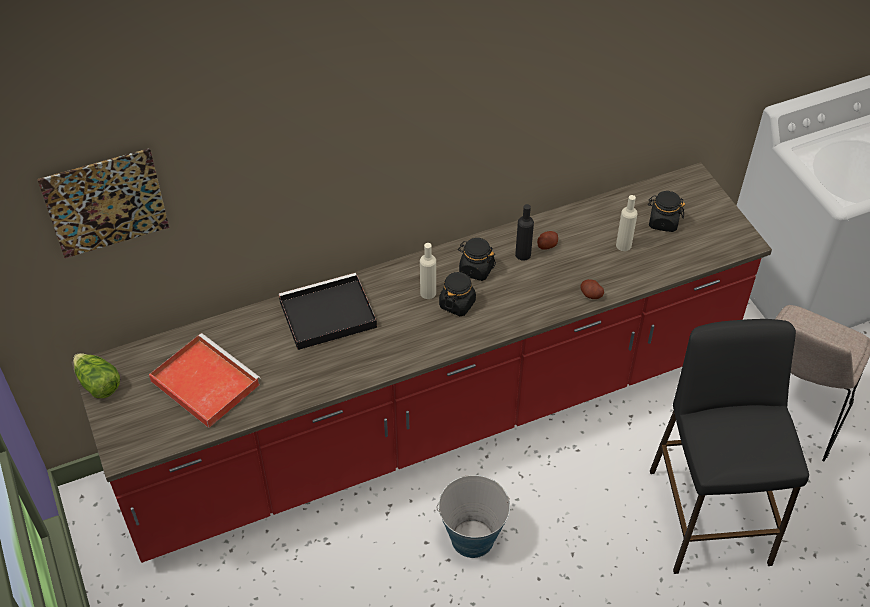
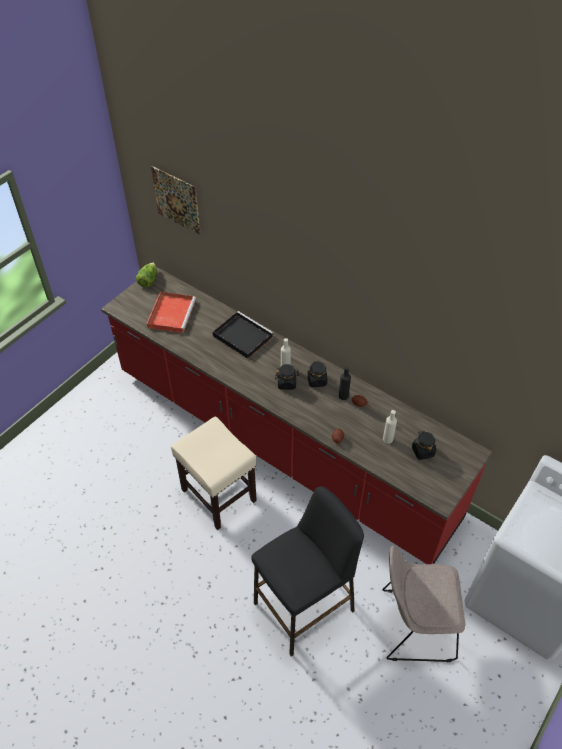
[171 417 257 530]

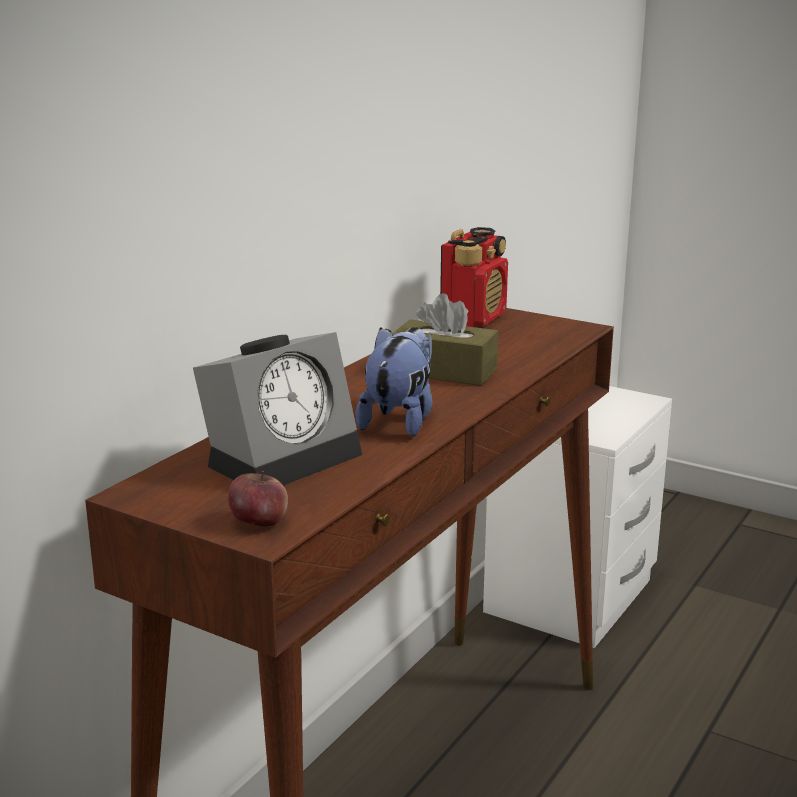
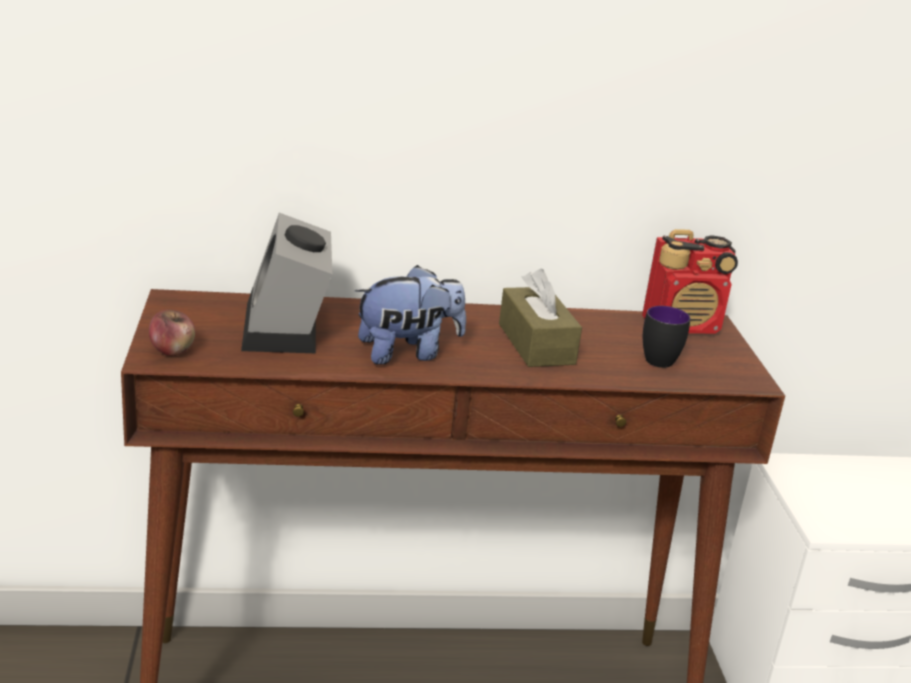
[643 306 691 368]
[241 213 332 353]

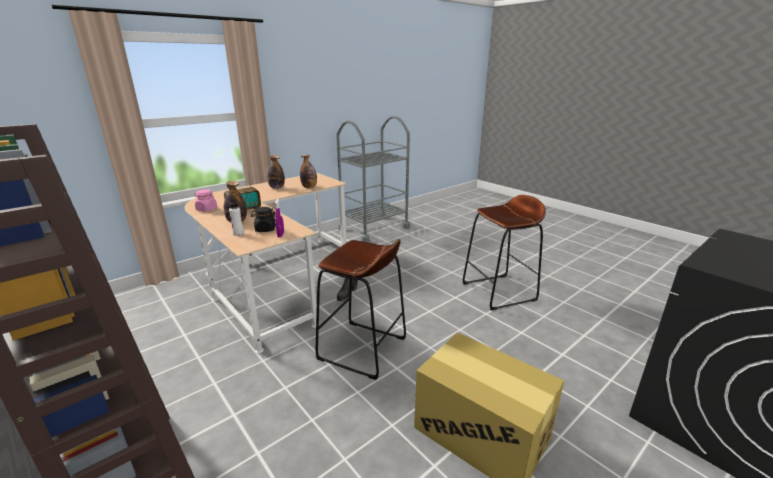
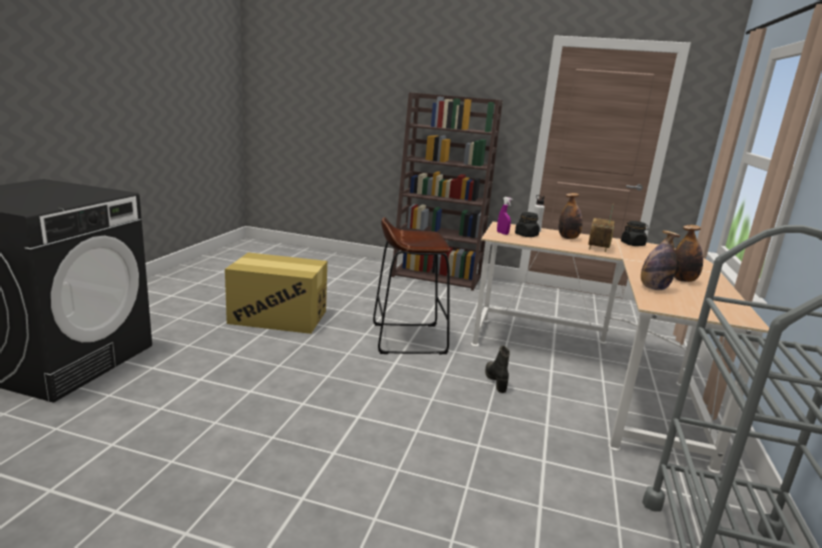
[463 195 546 310] (first image)
[621 221 649 246]

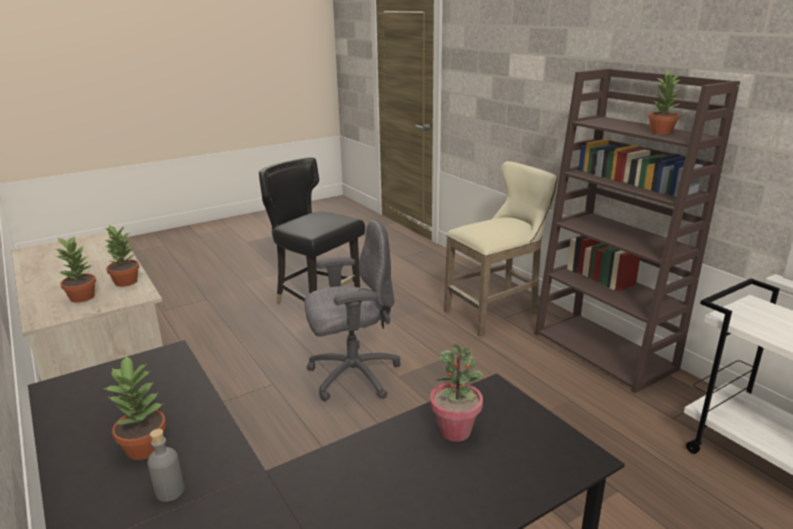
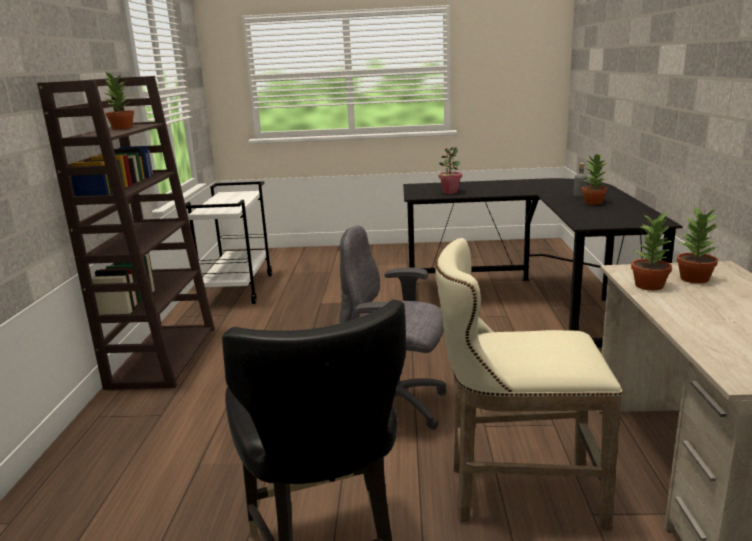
[435 238 623 531]

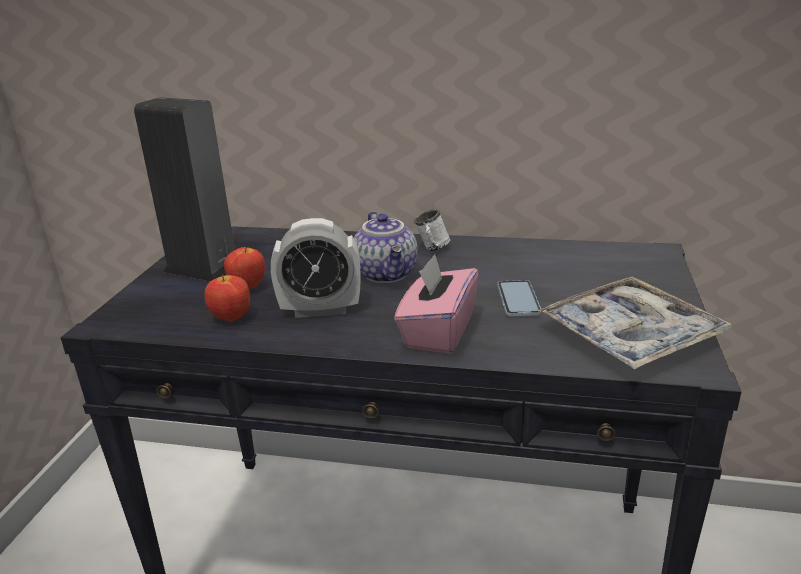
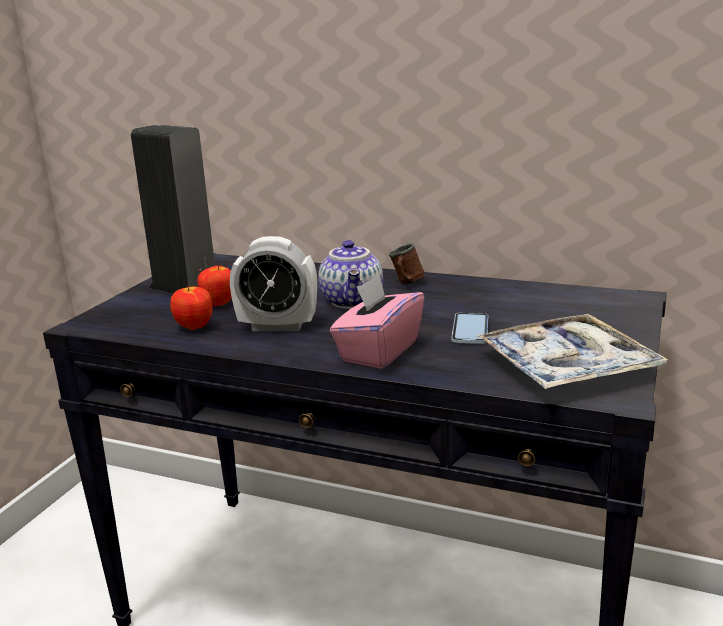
[389 243 425 284]

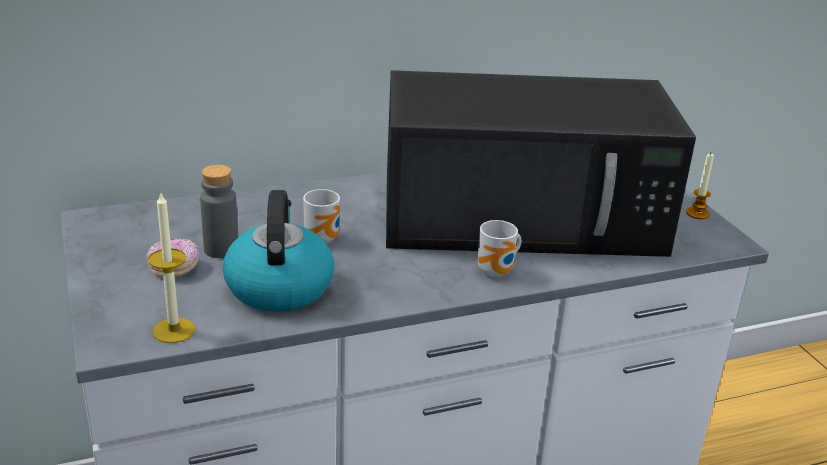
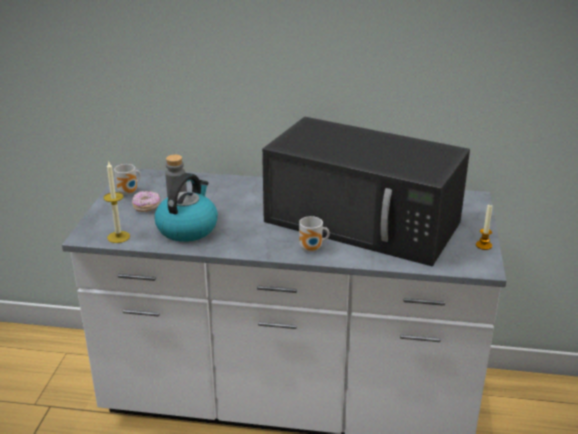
[114 164 141 195]

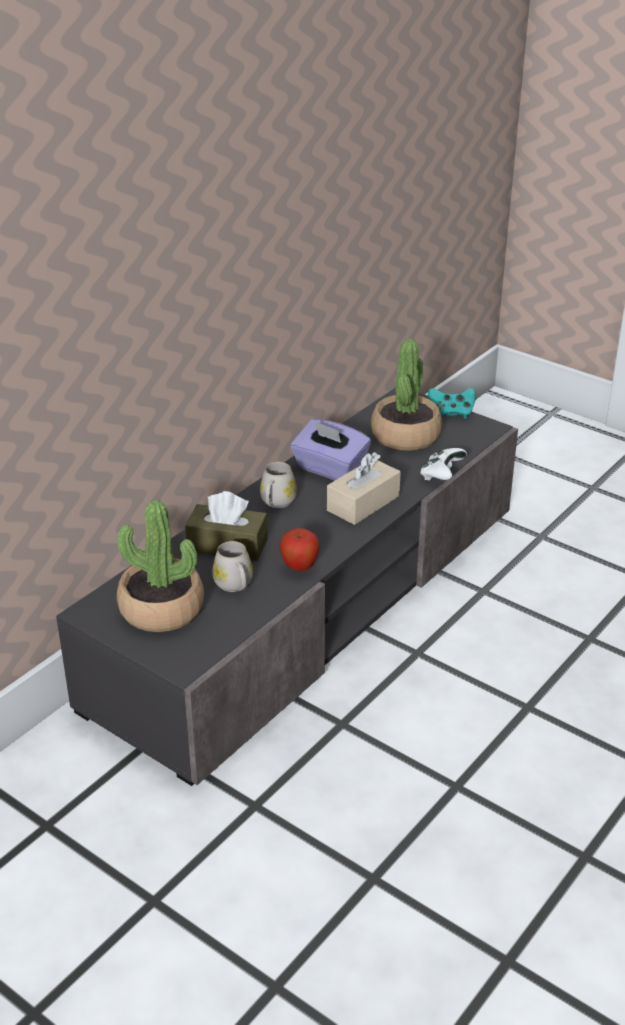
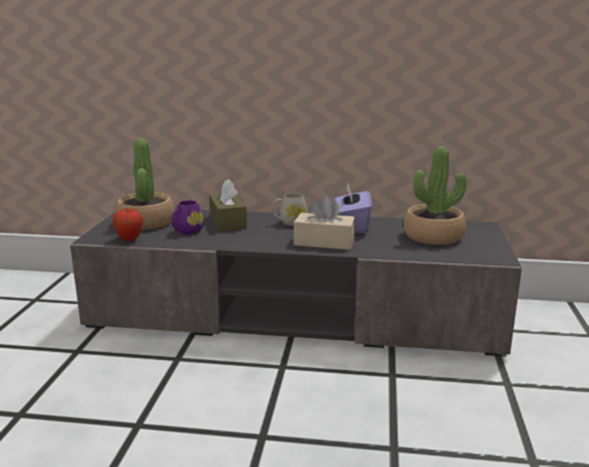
[420 448 467 481] (first image)
[428 388 476 419] (first image)
[112 209 143 241]
[171 200 204 234]

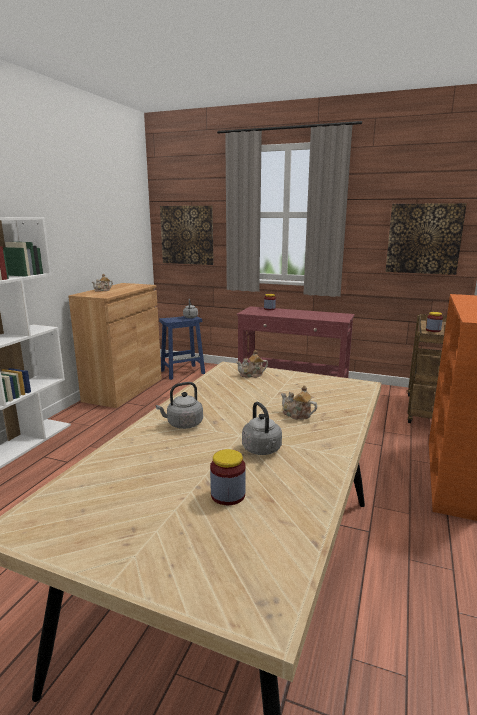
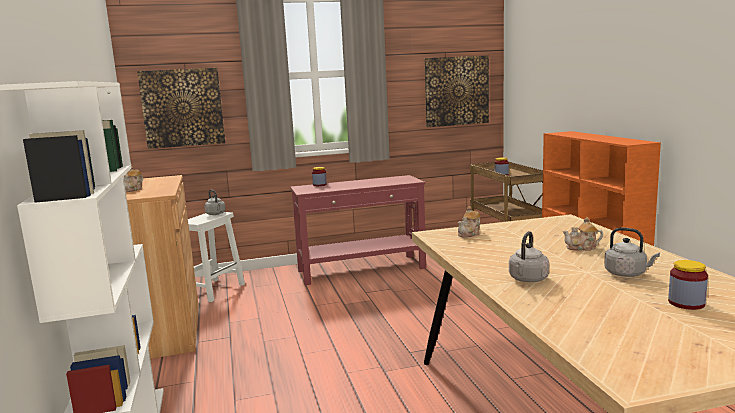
[188 212 245 302]

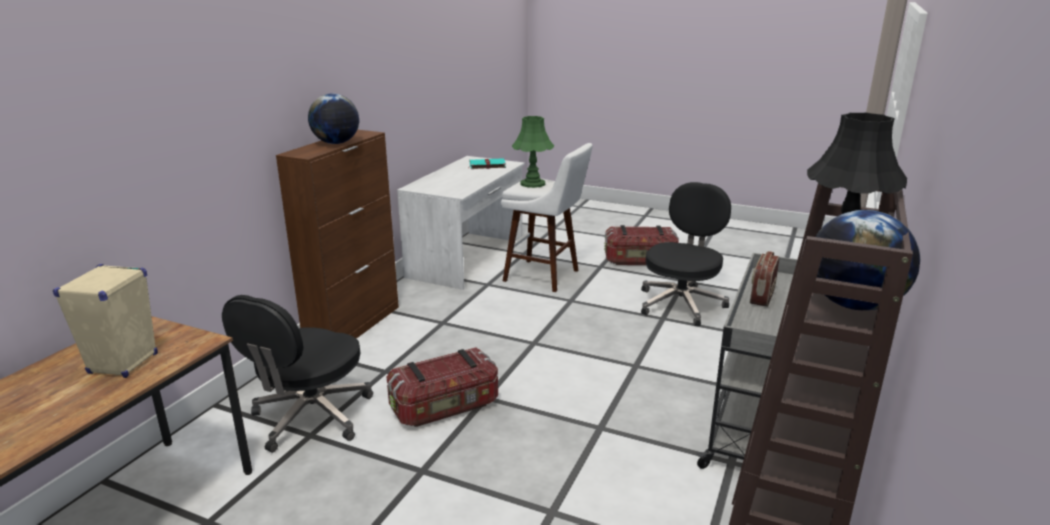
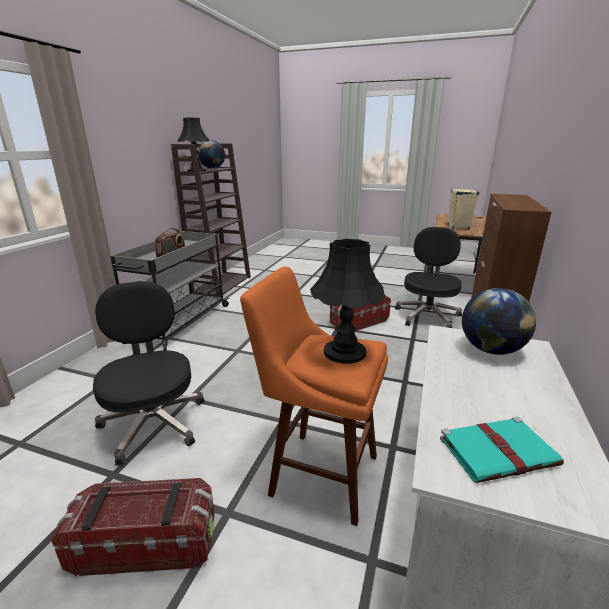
[462 288 536 355]
[240 266 388 526]
[310 239 386 364]
[93 281 205 465]

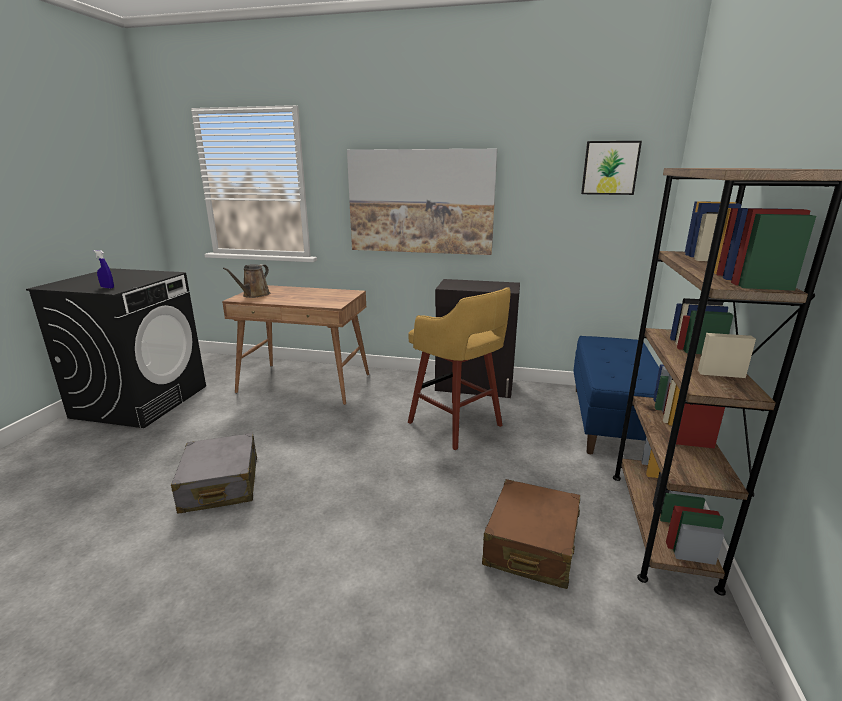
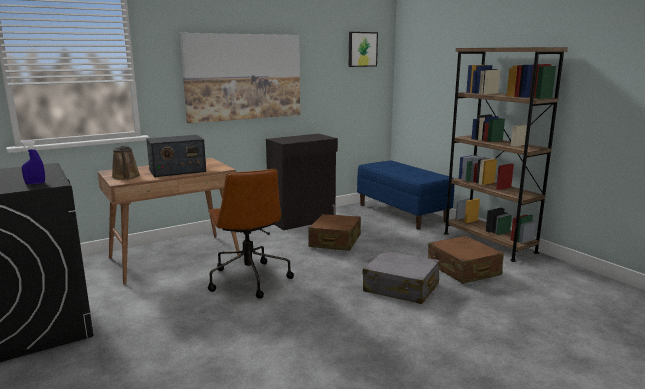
[146 135 206 177]
[208 169 294 299]
[363 251 440 304]
[308 214 361 251]

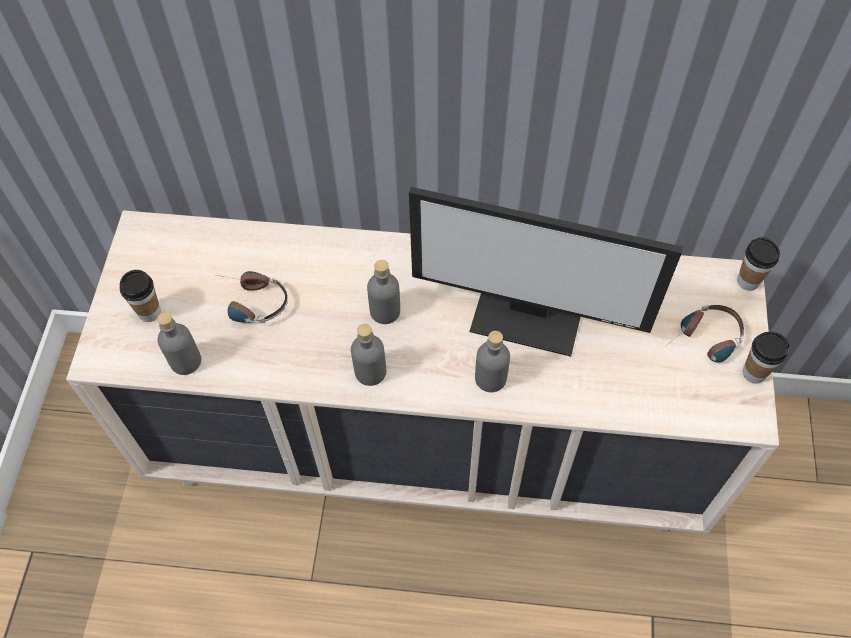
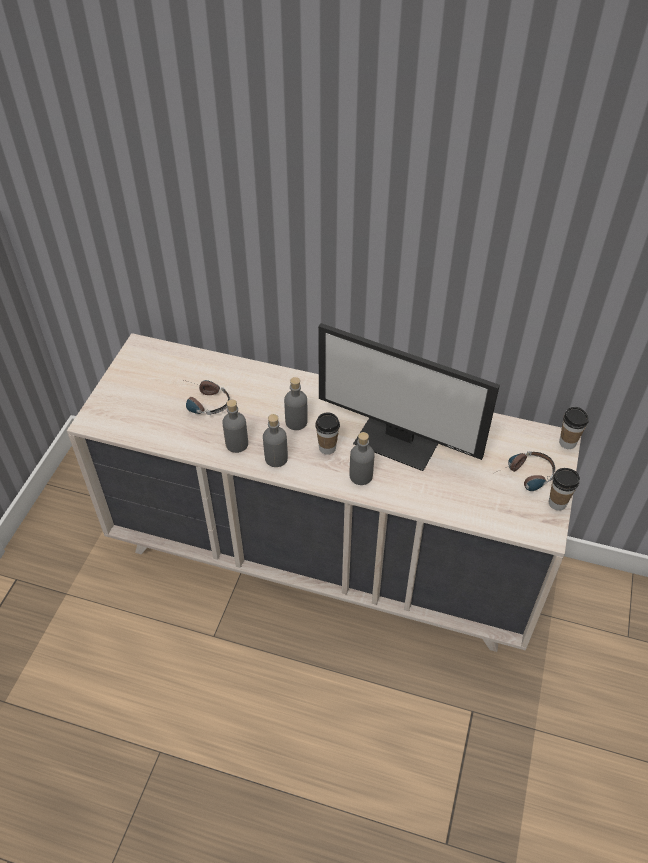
[315 412 340 455]
[222 399 248 453]

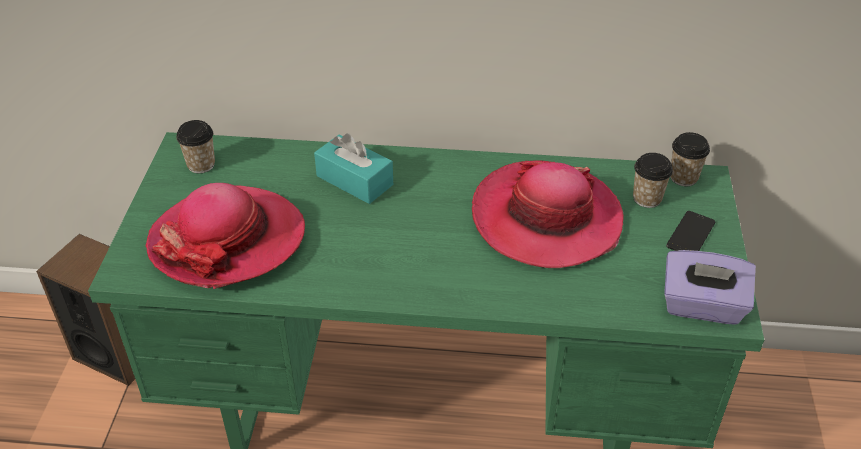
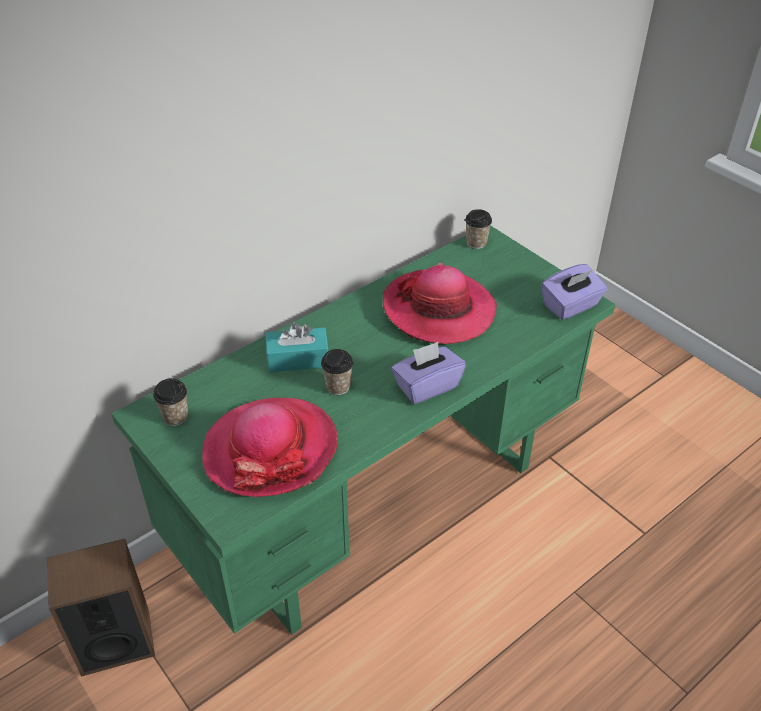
[666 211 715 251] (first image)
[391 342 466 404]
[321 349 353 395]

